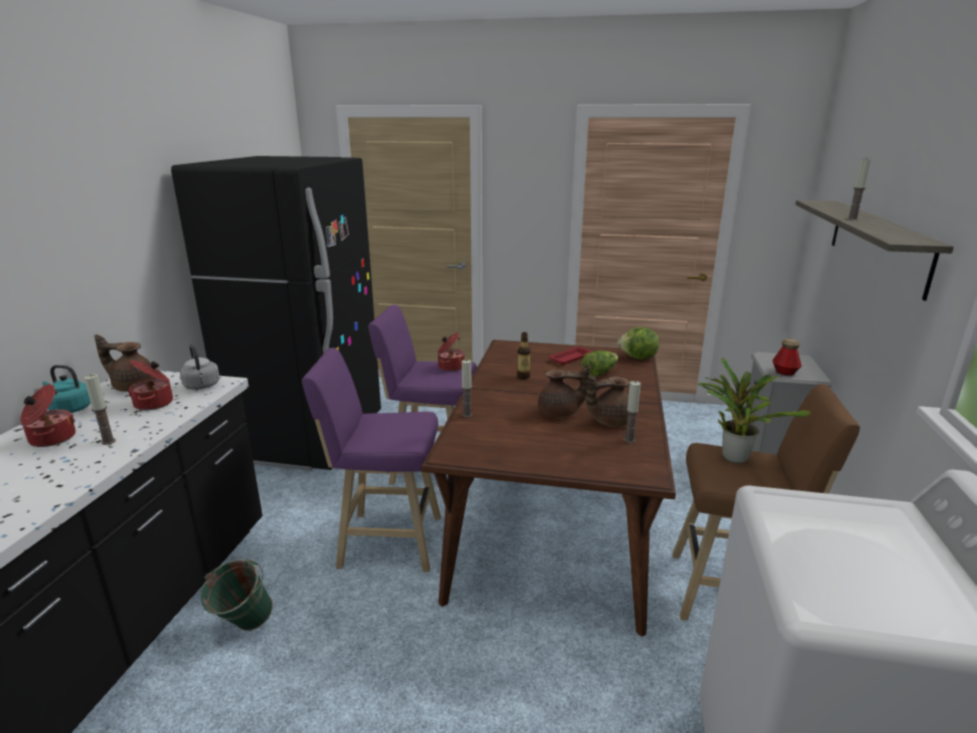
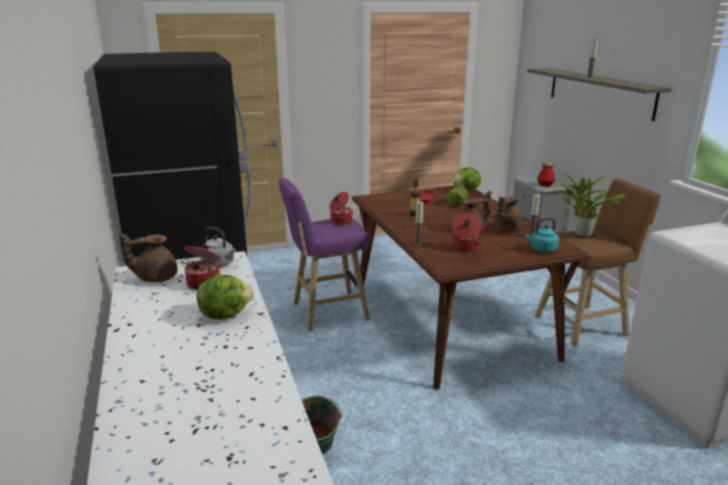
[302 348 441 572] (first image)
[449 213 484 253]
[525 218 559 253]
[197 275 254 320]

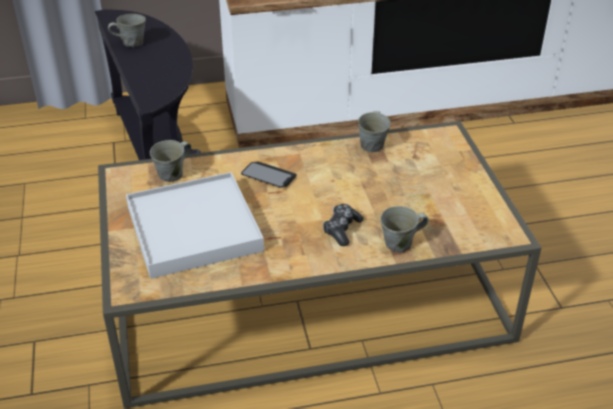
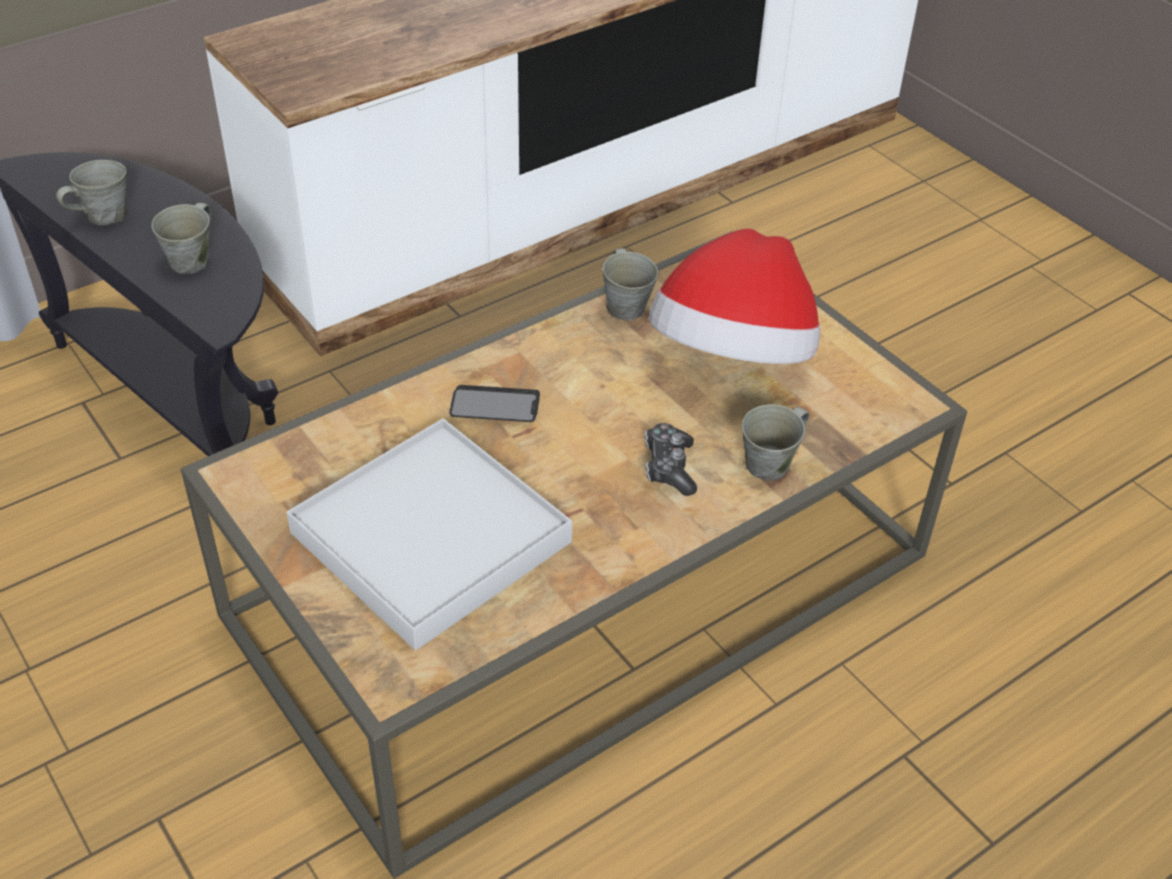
[649 229 820 364]
[151 203 211 274]

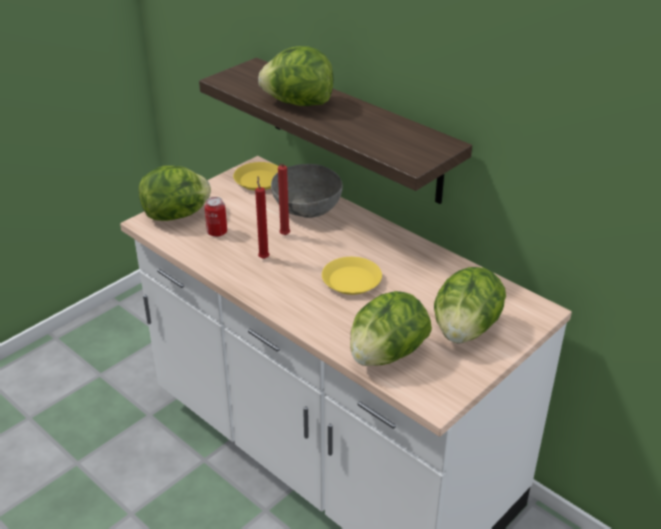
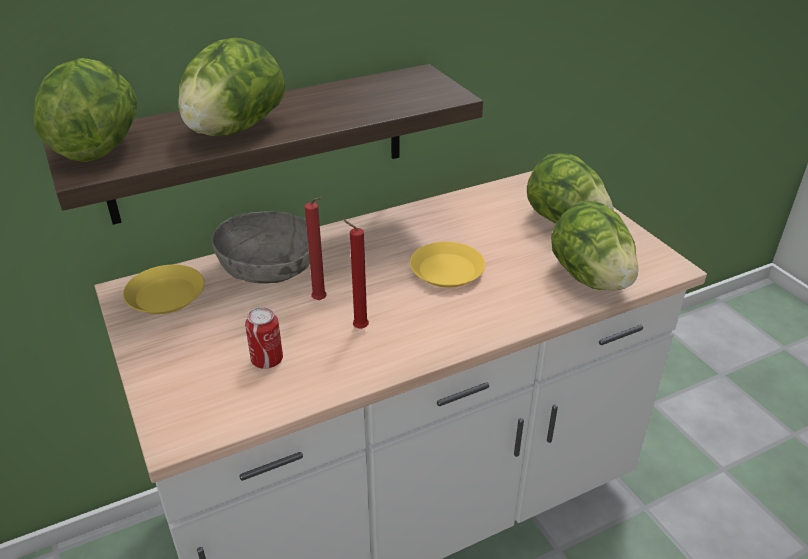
[34 58 137 162]

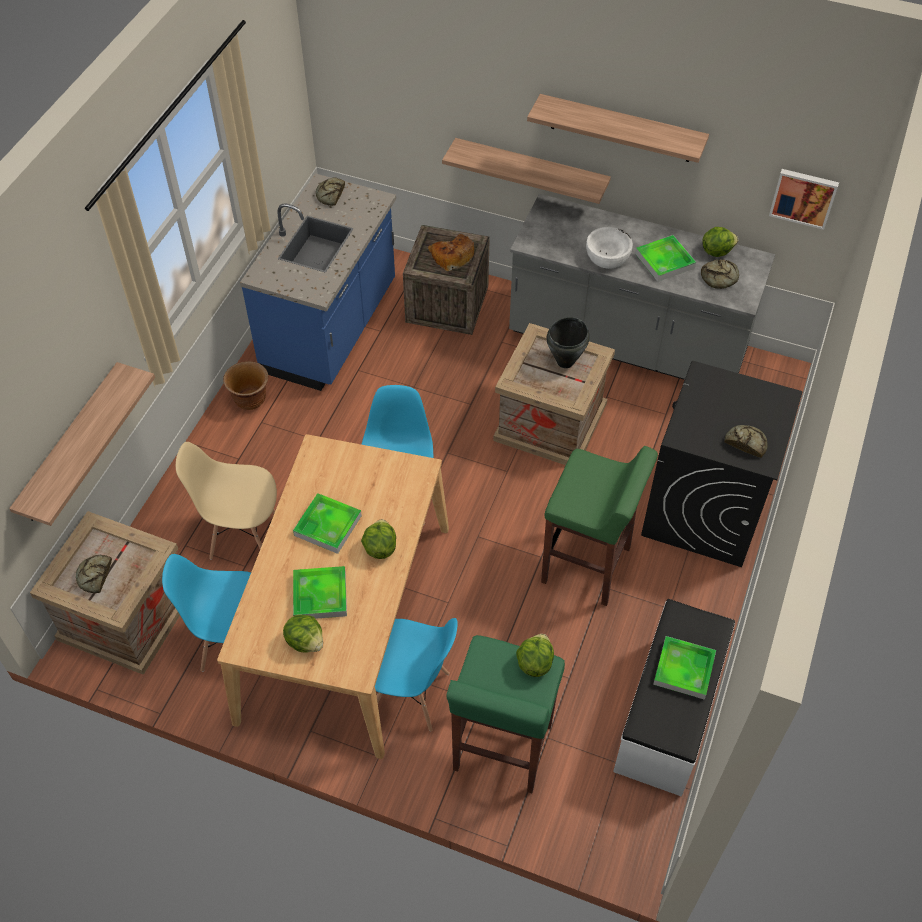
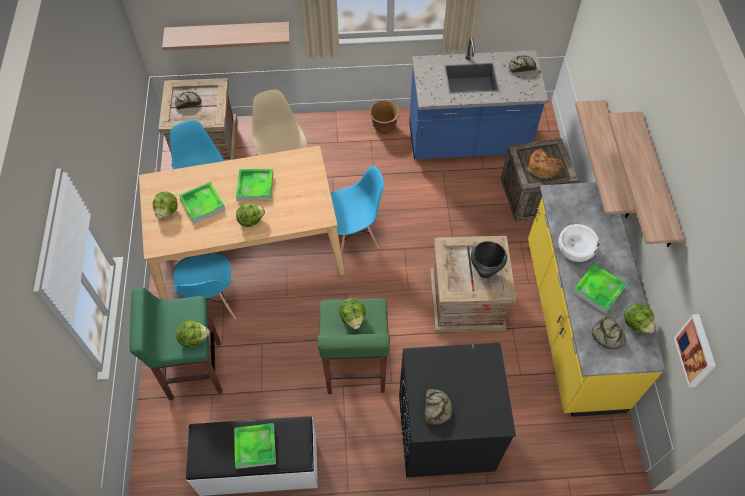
[339 298 366 329]
[528 182 666 417]

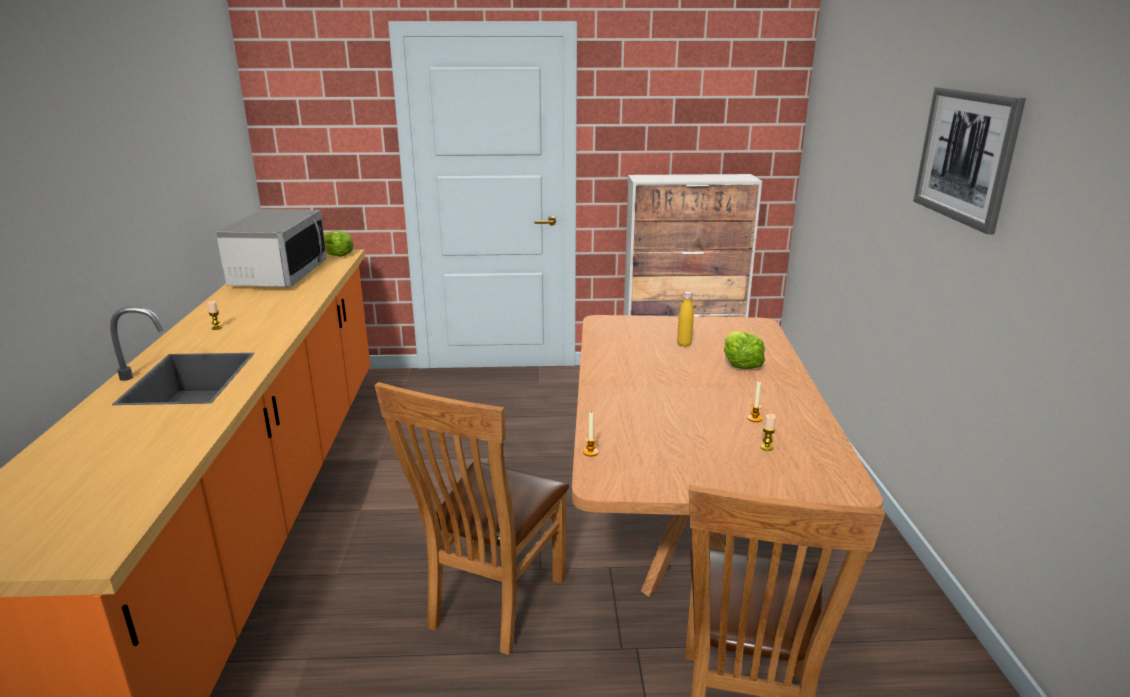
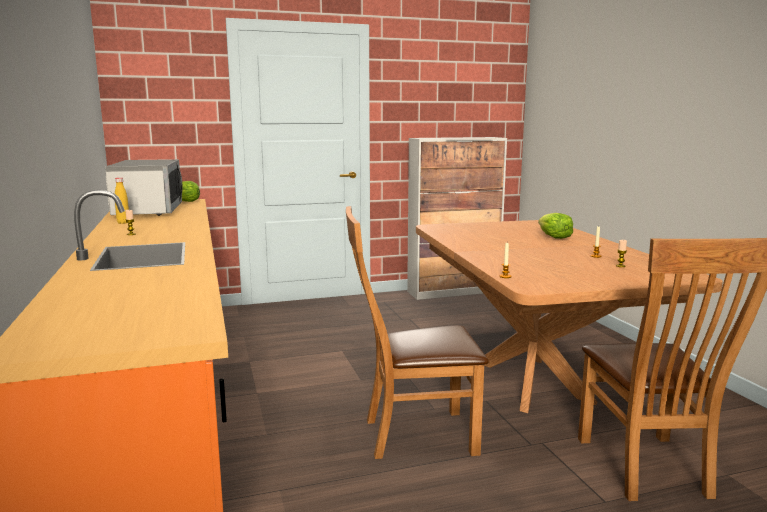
[913 87 1026 235] (first image)
[115 177 129 224]
[346 206 489 459]

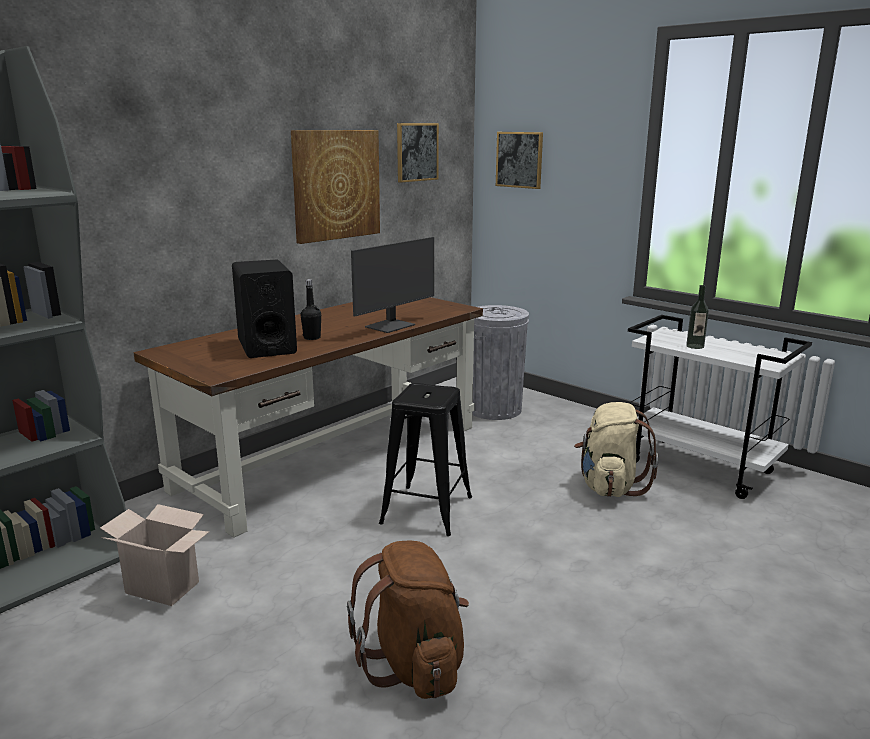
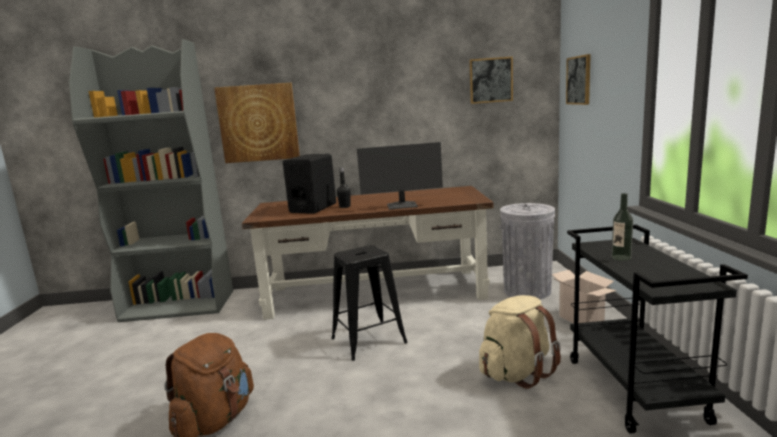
[552 270 617 323]
[214 83 300 163]
[567 225 748 434]

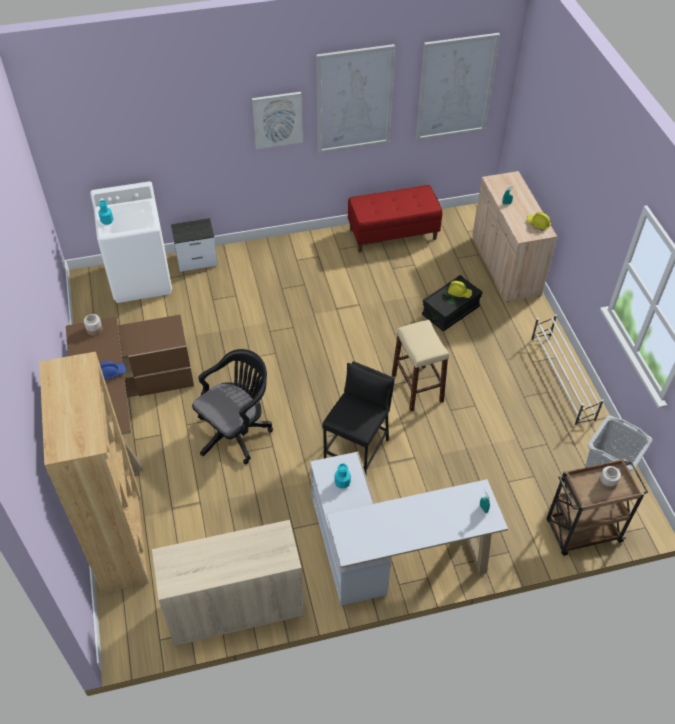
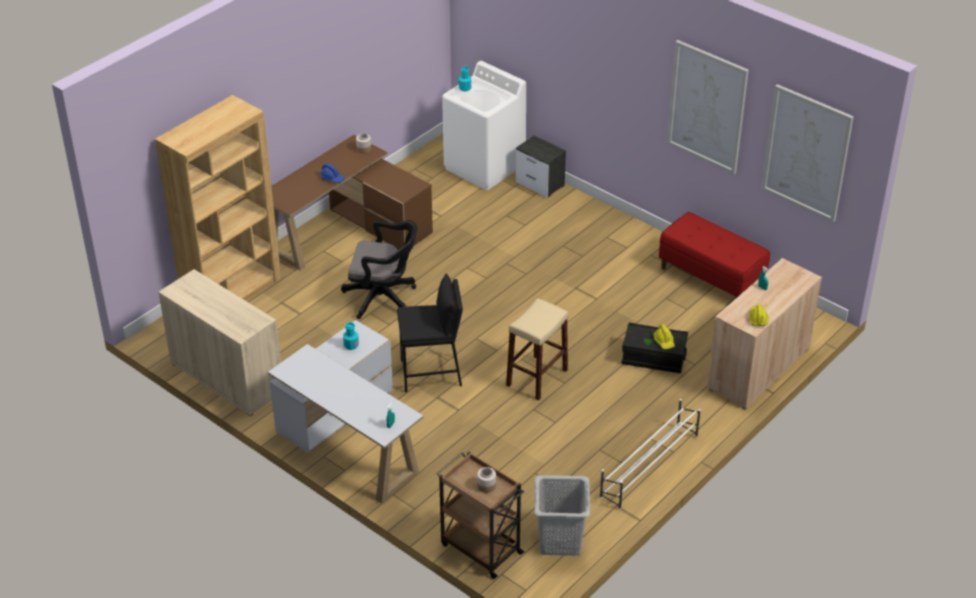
[252 92 303 149] (first image)

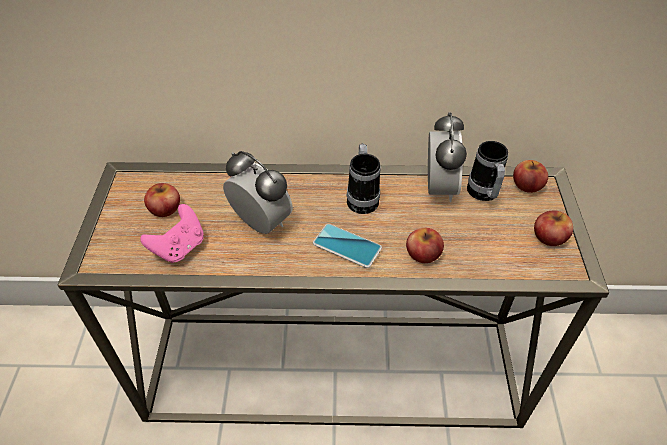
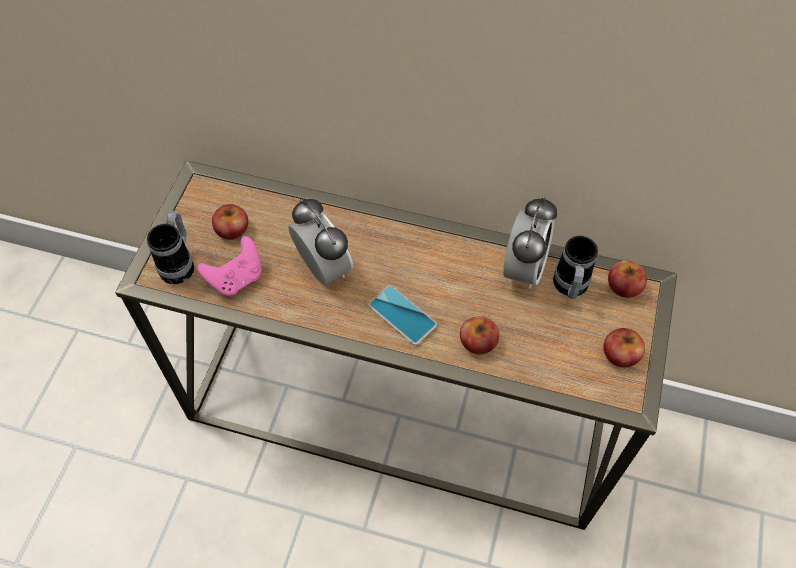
[147 211 194 284]

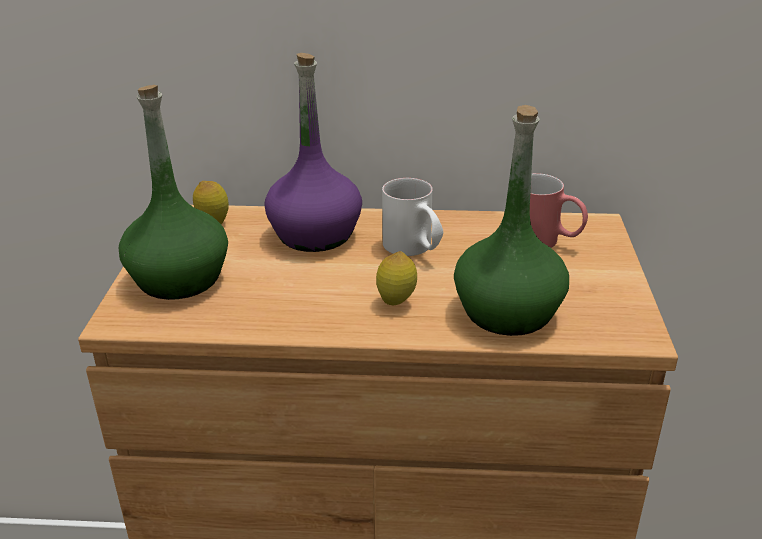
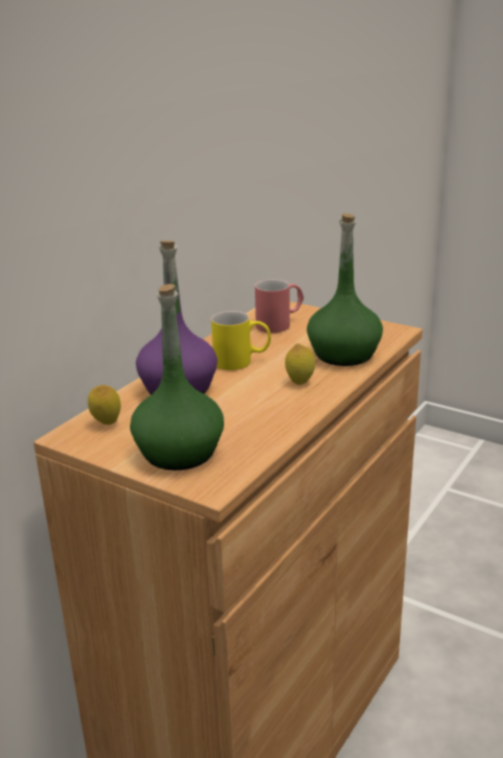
[211 311 271 370]

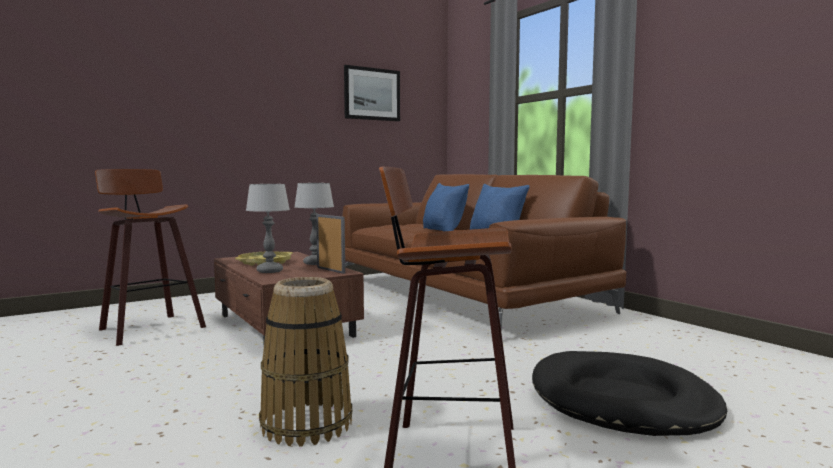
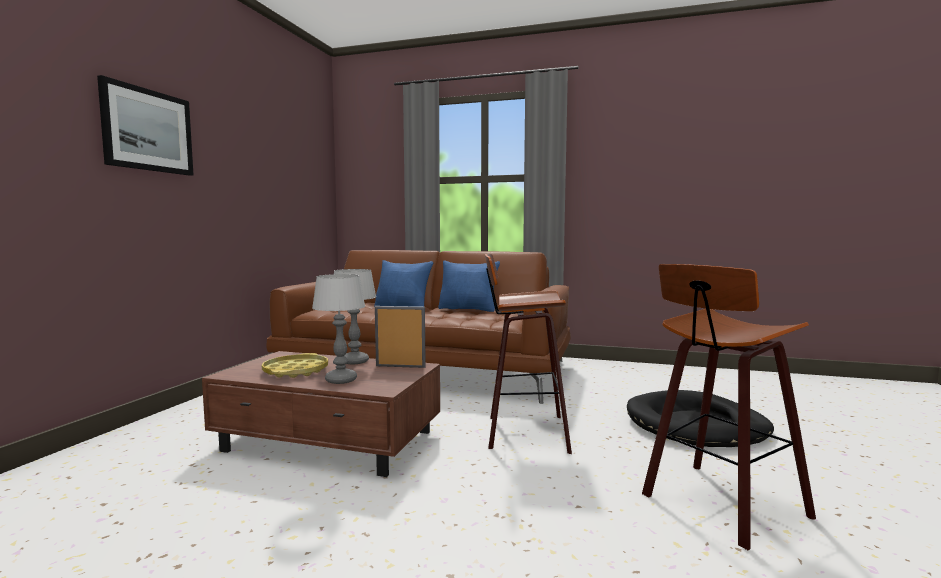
[259 277 352 446] (first image)
[485 254 572 454]
[97 75 194 176]

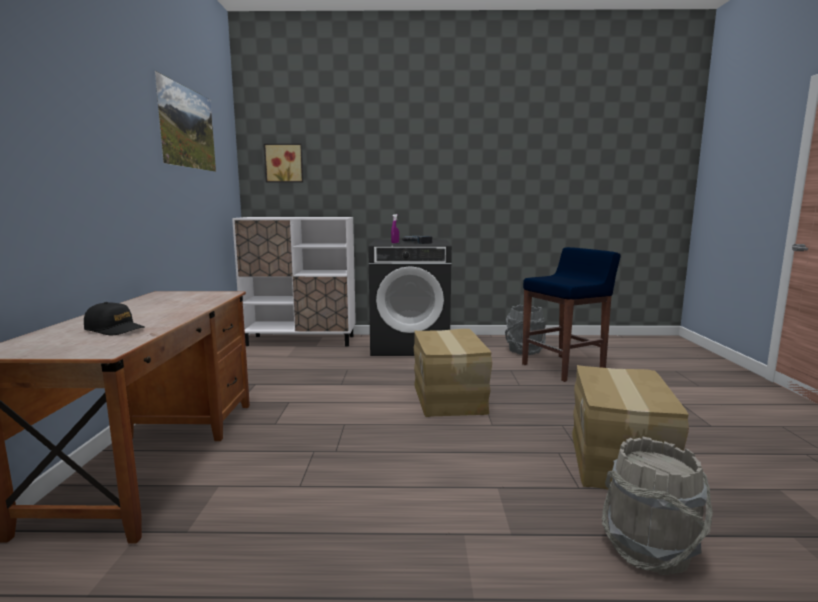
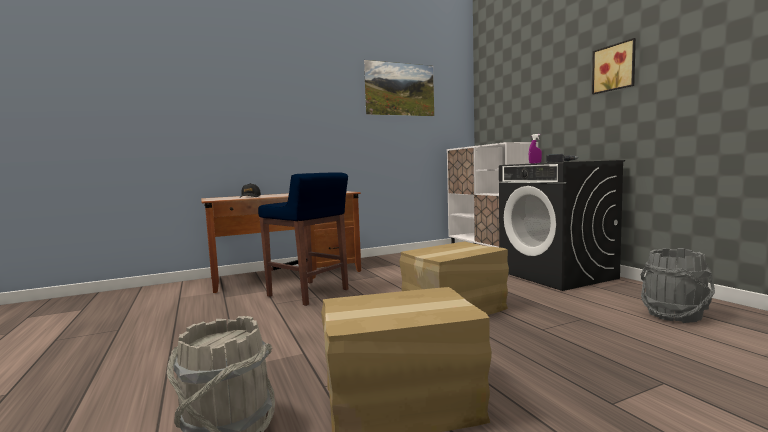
[592 38 636 94]
[258 172 348 306]

